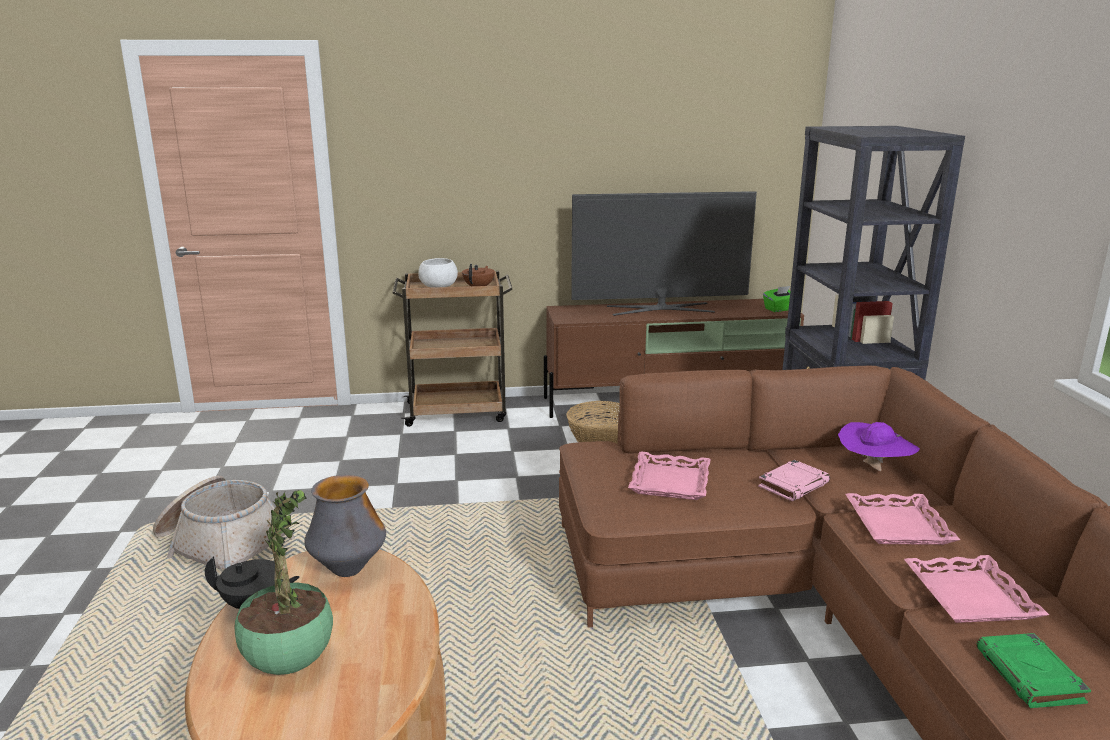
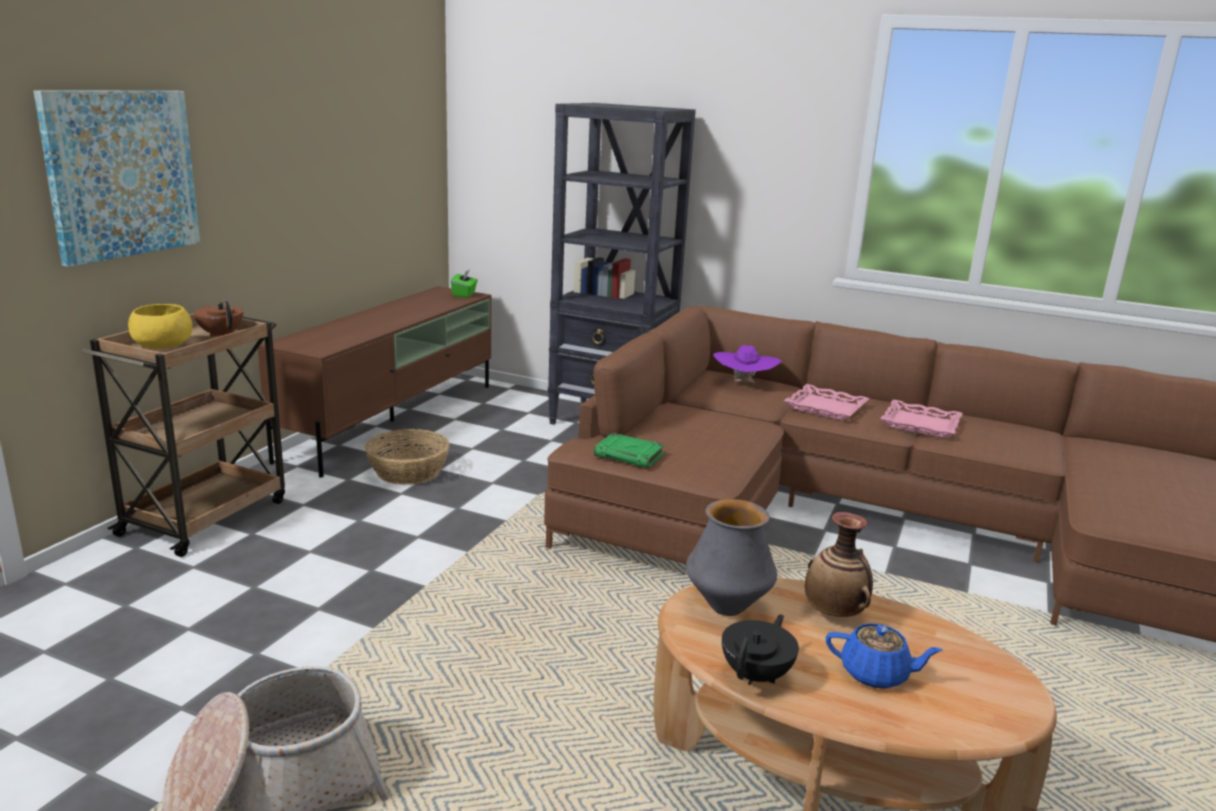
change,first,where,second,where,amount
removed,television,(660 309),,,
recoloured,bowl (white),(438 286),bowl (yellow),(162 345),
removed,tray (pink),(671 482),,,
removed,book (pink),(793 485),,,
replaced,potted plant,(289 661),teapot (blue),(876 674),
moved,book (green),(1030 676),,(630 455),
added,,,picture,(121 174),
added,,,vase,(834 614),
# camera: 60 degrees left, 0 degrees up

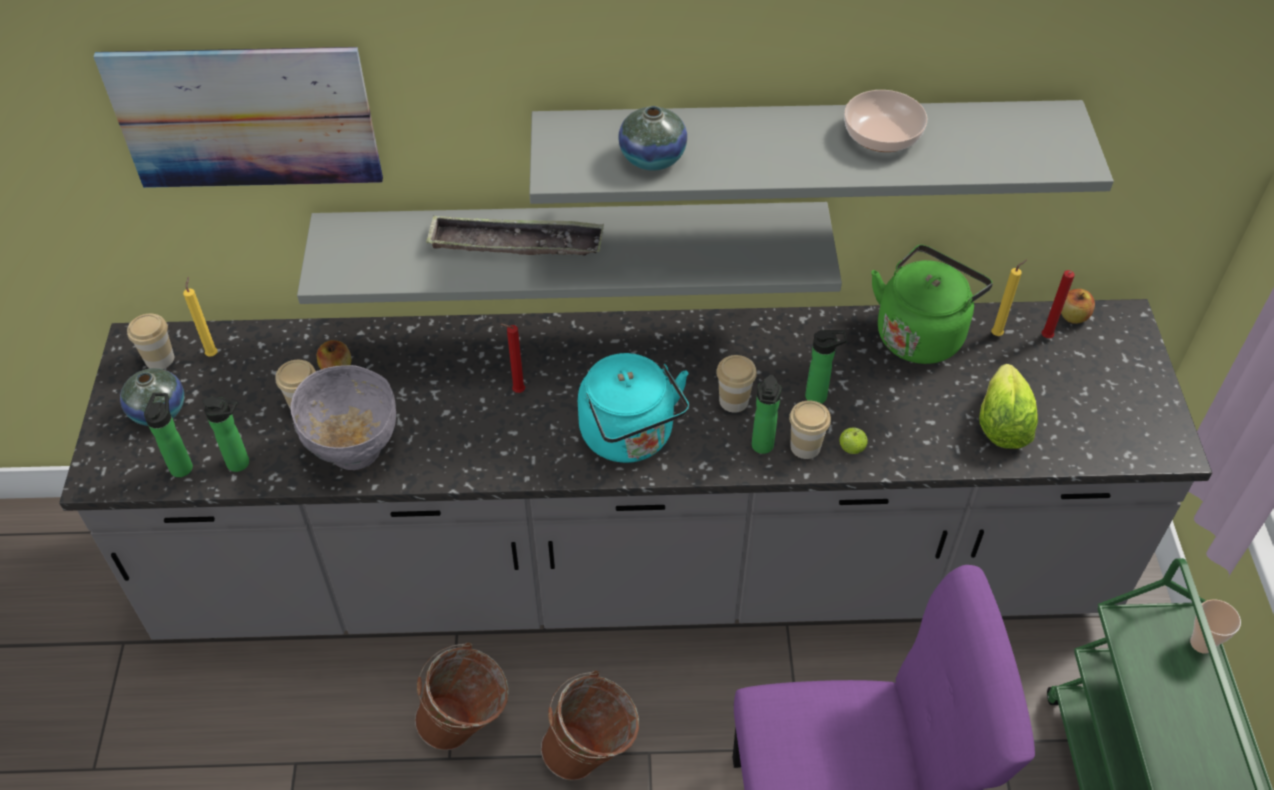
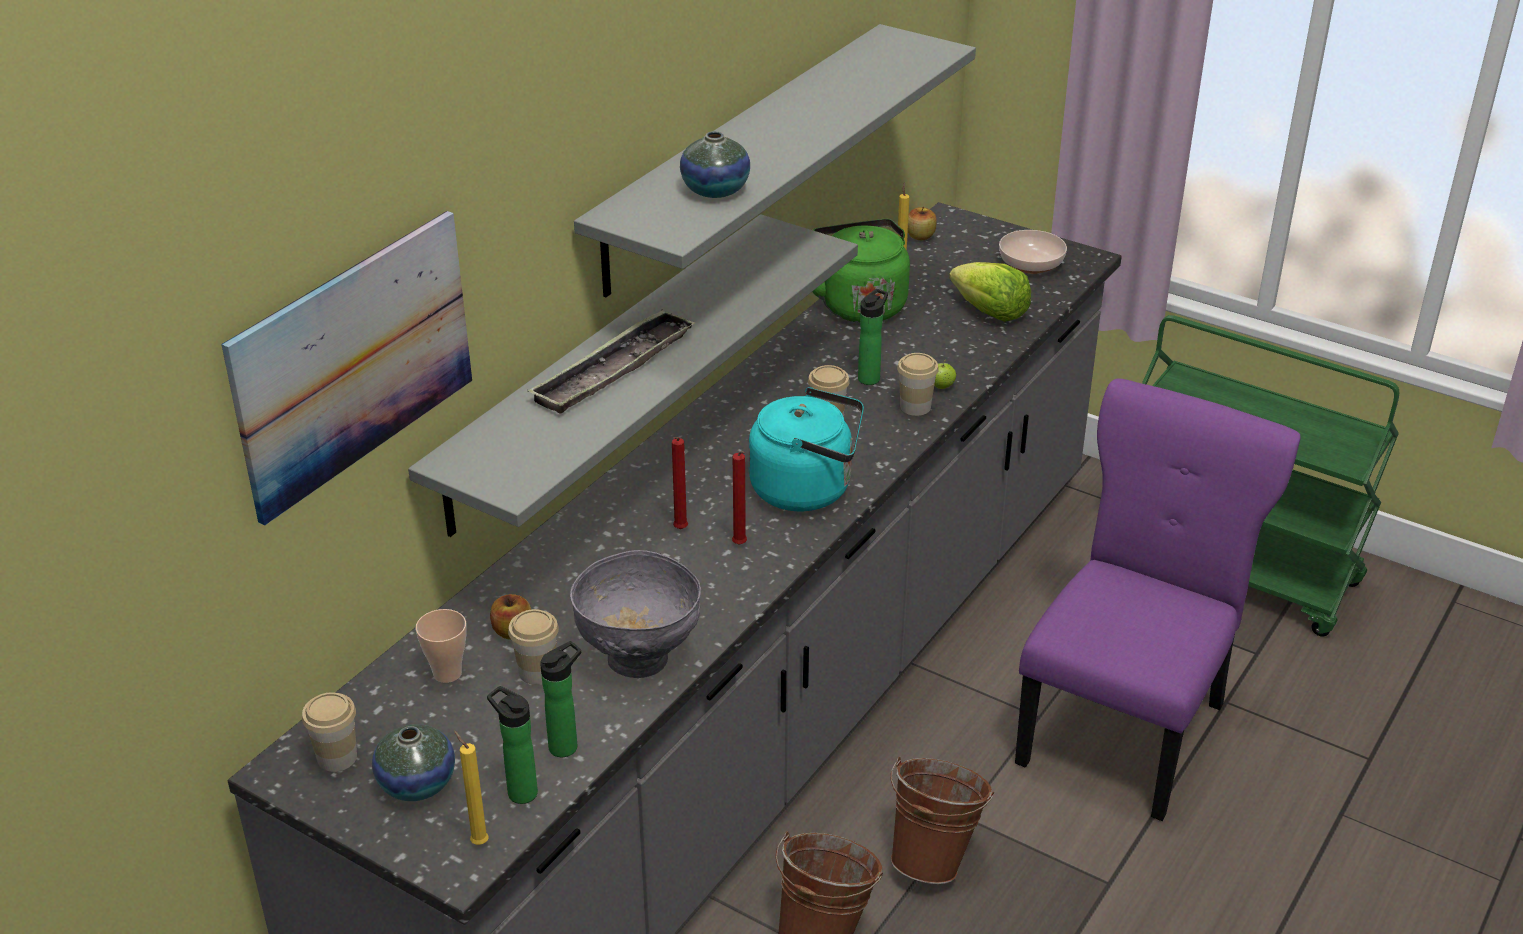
change,first,where,second,where,amount
moved,bowl,(883 136),,(1032 264),
moved,candle (red),(1045 338),,(740 546),
moved,candle (yellow),(213 353),,(478 841),
removed,bottle,(762 448),,,
moved,cup,(1201 643),,(447 673),
# camera: 55 degrees left, 15 degrees down

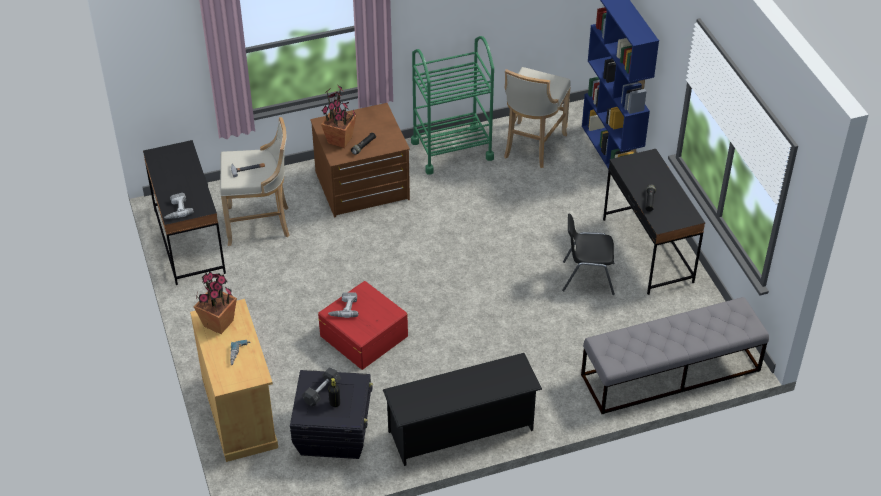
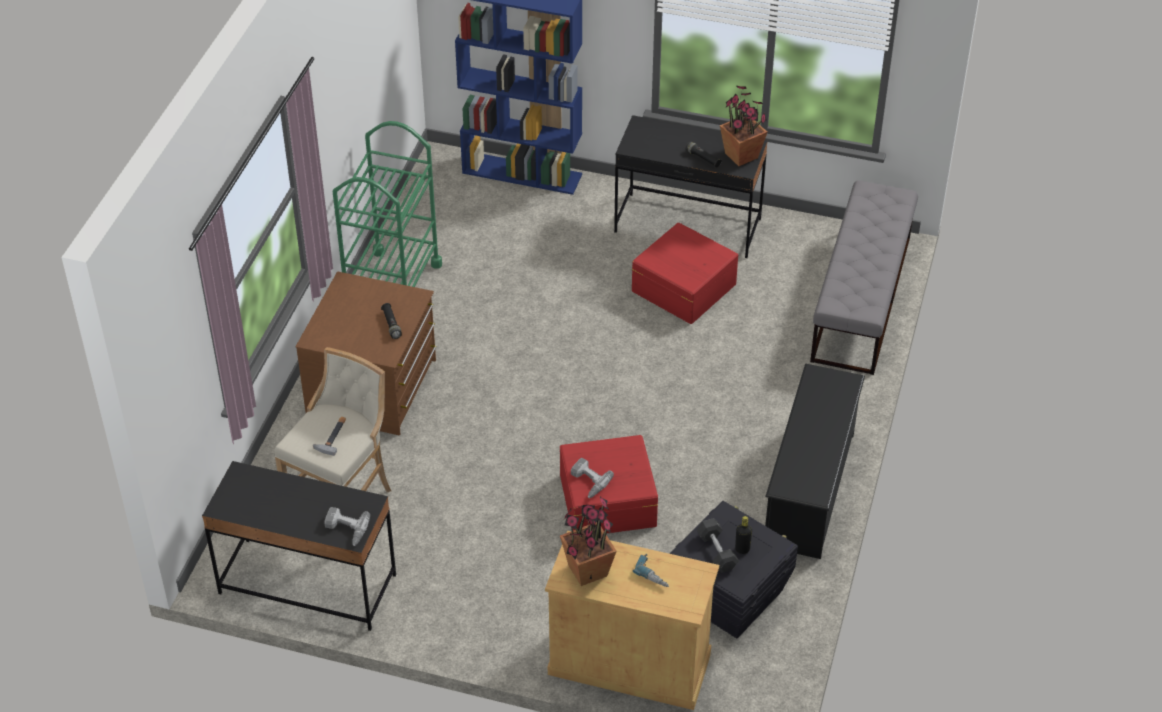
change,first,where,second,where,amount
removed,stool (beige),(532 147),,,
moved,potted plant,(340 140),,(742 156),
replaced,chair (black),(587 277),storage box (red),(683 287),
# camera: 55 degrees left, 0 degrees up

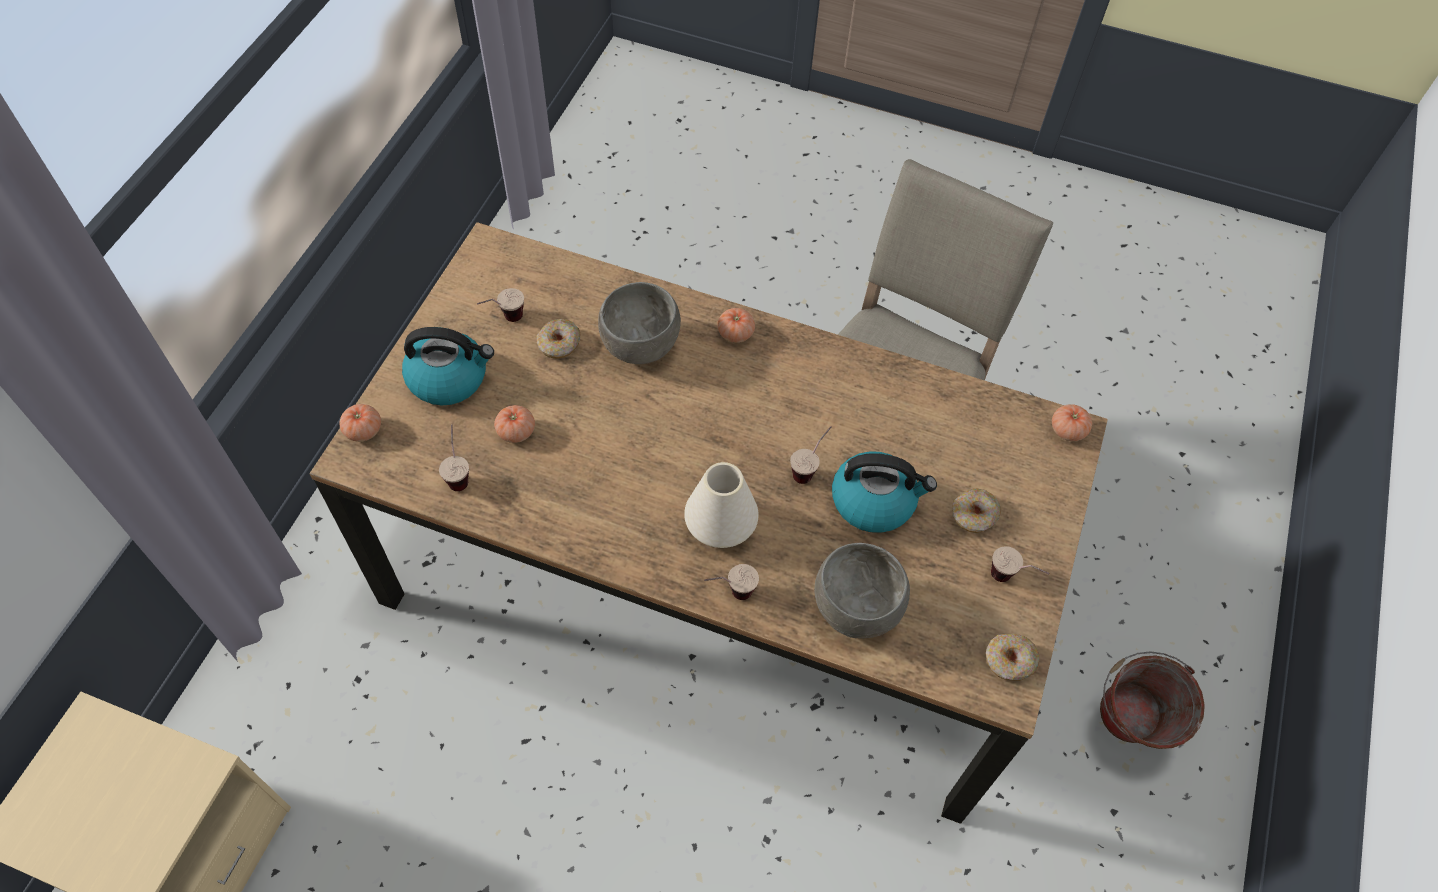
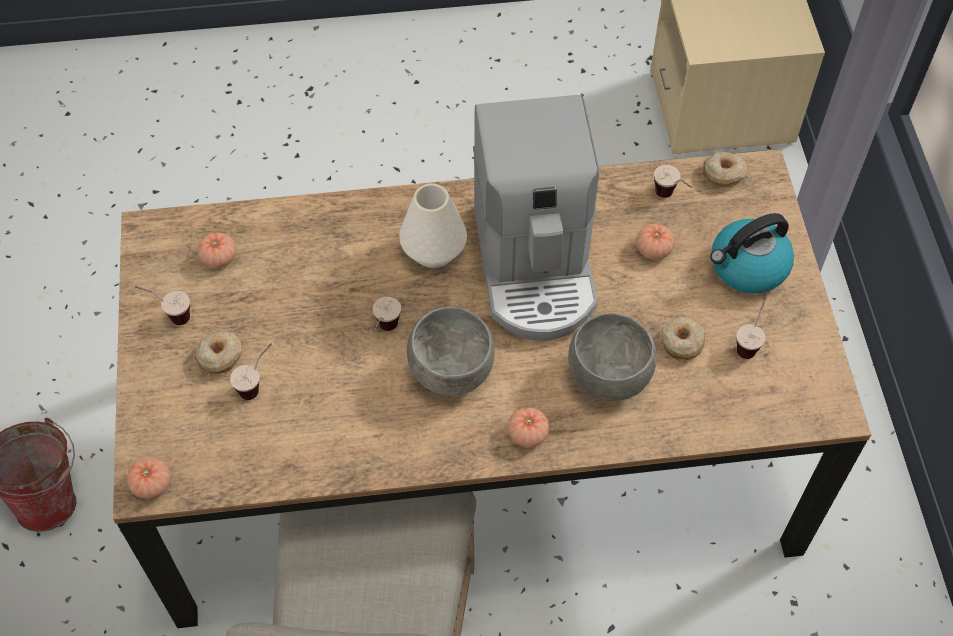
change,first,where,second,where,amount
moved,tomato,(363 430),,(219 258),
removed,kettle,(874 501),,,
moved,bowl (grey),(857 608),,(450 372),
moved,cup,(730 594),,(258 384),
moved,donut,(1009 661),,(723 174),
added,,,coffee machine,(535 265),
# camera: 155 degrees right, 0 degrees up

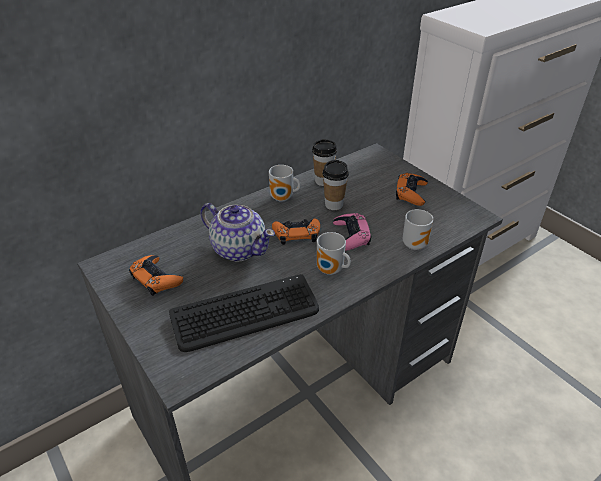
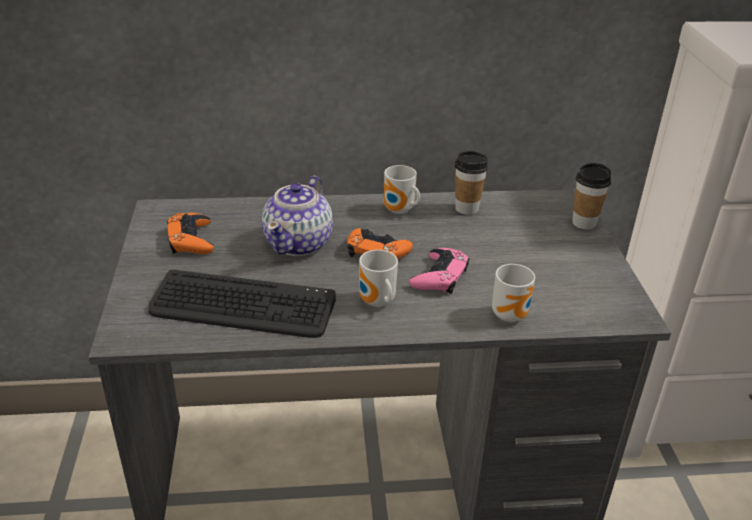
change,first,where,second,where,amount
moved,cup,(334 205),,(584 223),
removed,game controller (orange),(411 193),,,
turned,teapot,(238 249),,(299 243),45 degrees clockwise
# camera: 30 degrees right, 5 degrees down

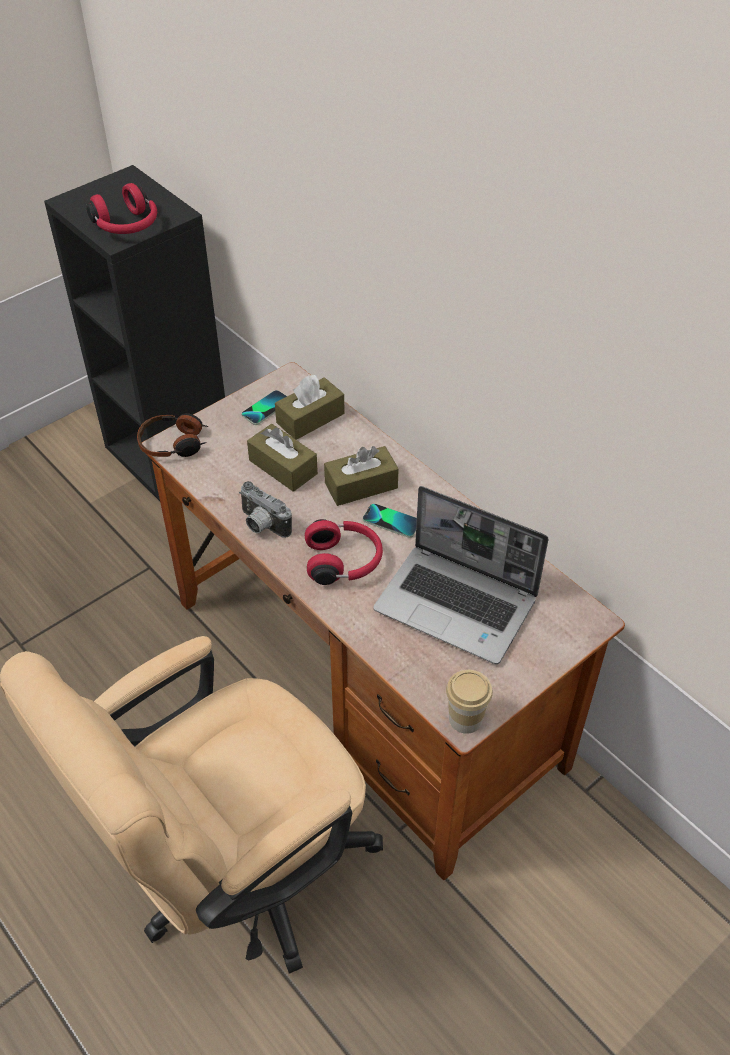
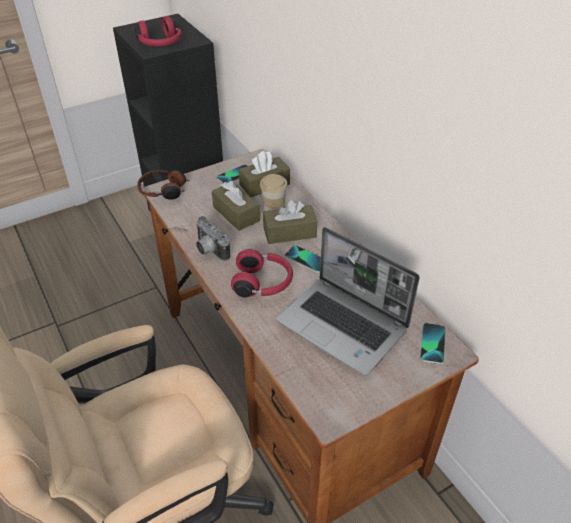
change,first,where,second,where,amount
moved,cup,(465 719),,(274 209),
added,,,phone,(432 344),
# camera: 10 degrees right, 5 degrees down

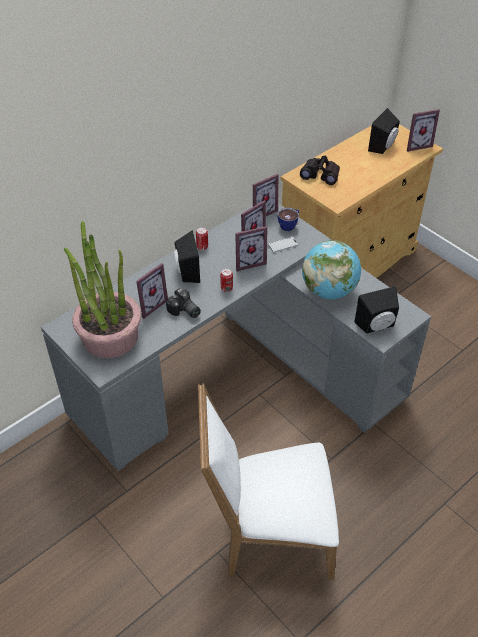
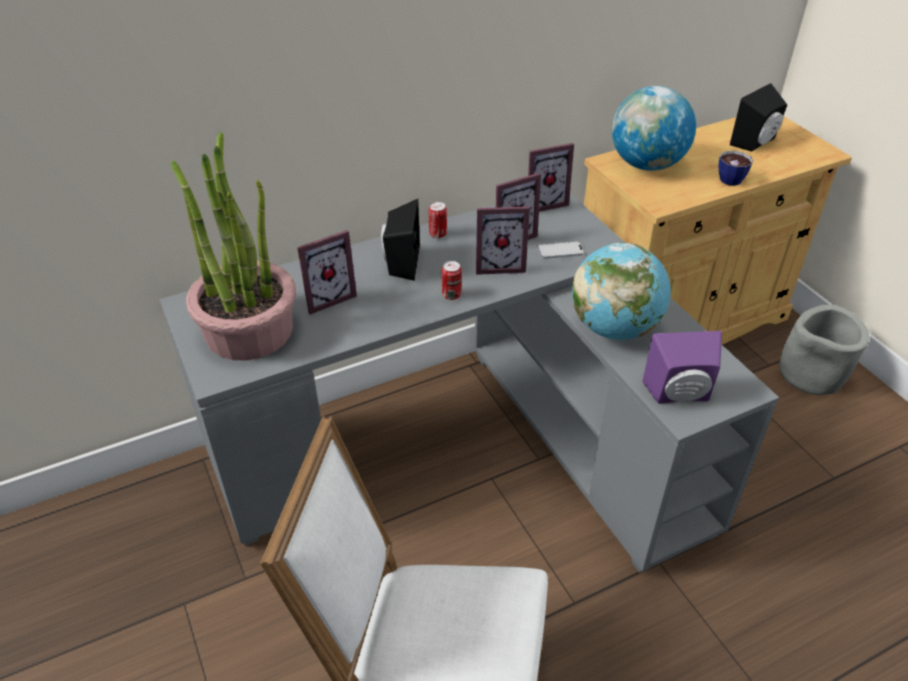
change,first,where,second,where,amount
removed,picture frame,(416 144),,,
replaced,binoculars (black),(320 175),globe,(646 164),
moved,cup,(289 225),,(734 178),
recoloured,speaker (black),(377 326),speaker (purple),(680 395),
removed,photo camera,(184 311),,,
added,,,planter (grey),(810 376),
# camera: 15 degrees right, 5 degrees down

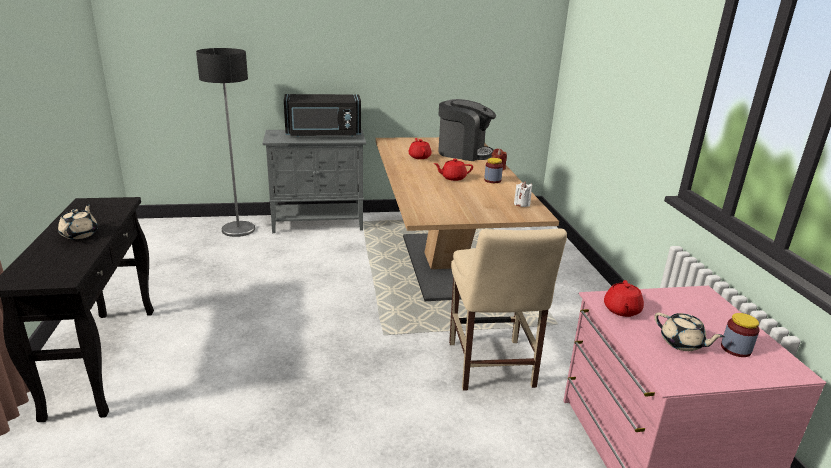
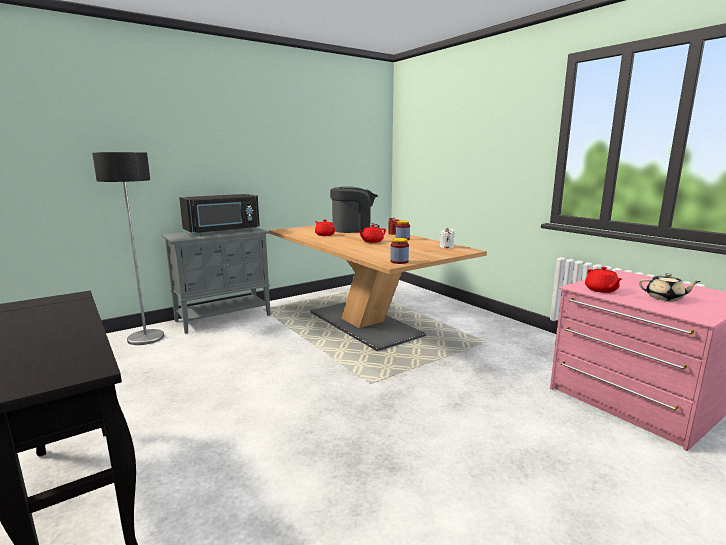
change,first,where,second,where,amount
removed,teapot (beige),(80 234),,,
removed,chair (beige),(491 367),,,
moved,jar,(735 349),,(399 261),
# camera: 25 degrees left, 10 degrees down

